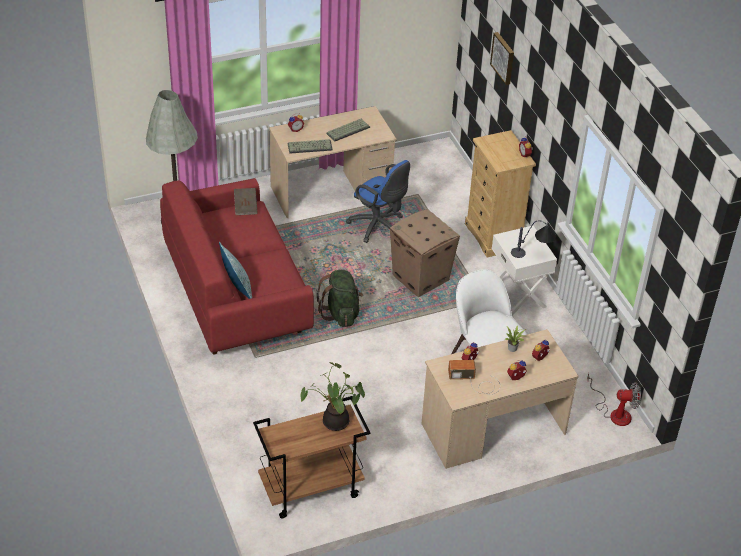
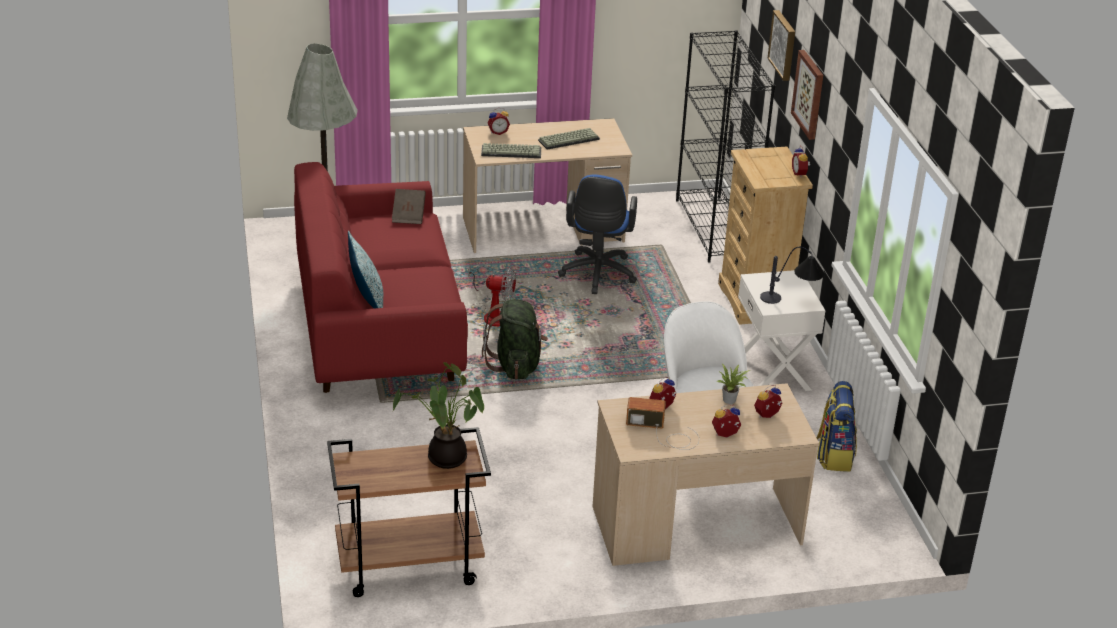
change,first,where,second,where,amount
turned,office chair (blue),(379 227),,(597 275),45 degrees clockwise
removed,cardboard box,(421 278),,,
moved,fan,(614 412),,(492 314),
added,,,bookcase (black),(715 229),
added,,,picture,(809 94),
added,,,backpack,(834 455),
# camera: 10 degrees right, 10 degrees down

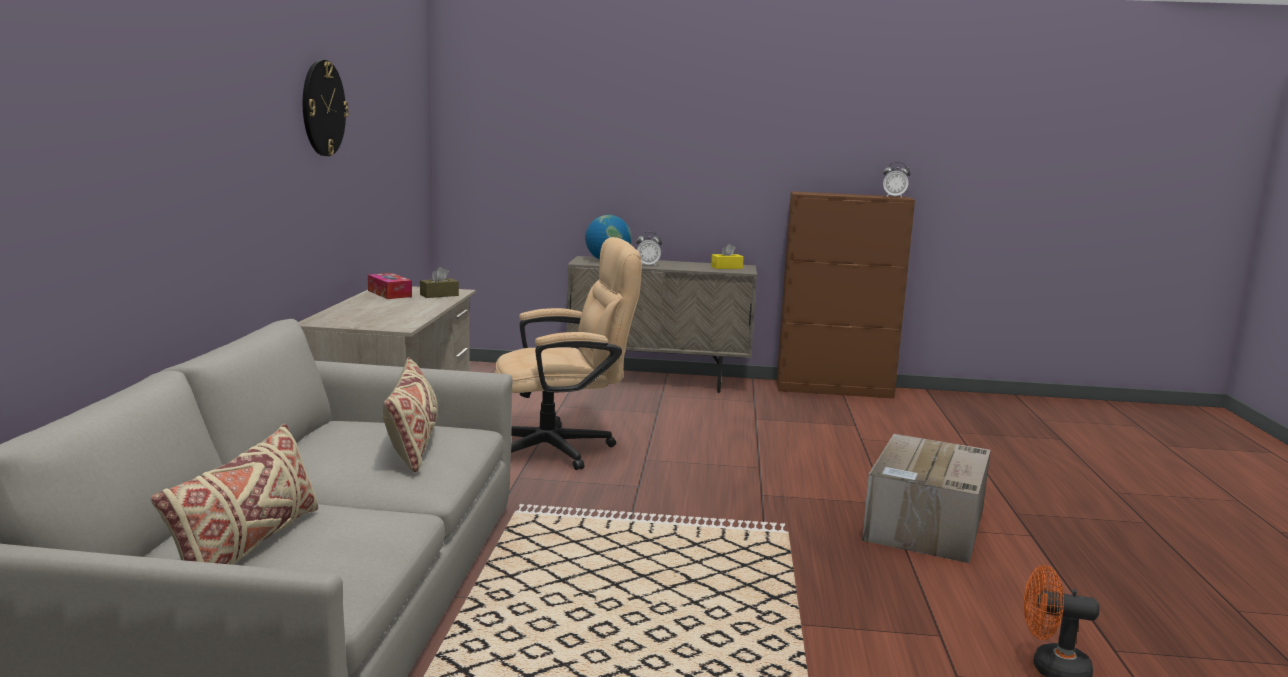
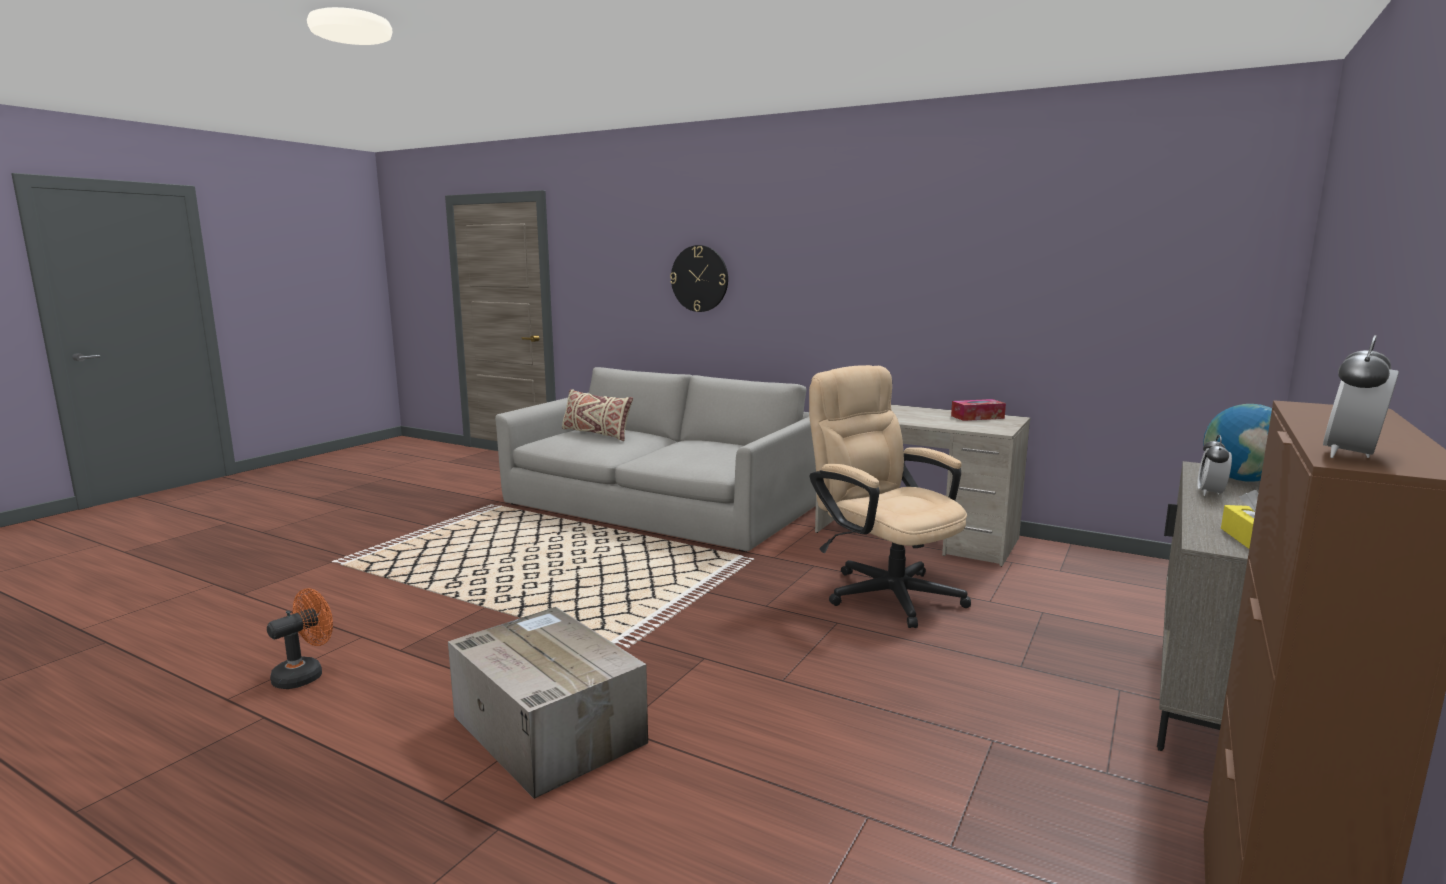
change,first,where,second,where,amount
moved,wall clock,(323 108),,(699 278),
turned,office chair (beige),(562 449),,(883 591),135 degrees clockwise
removed,tissue box (brown),(439 295),,,
removed,pillow (beige),(412 446),,,
# camera: 115 degrees right, 0 degrees up

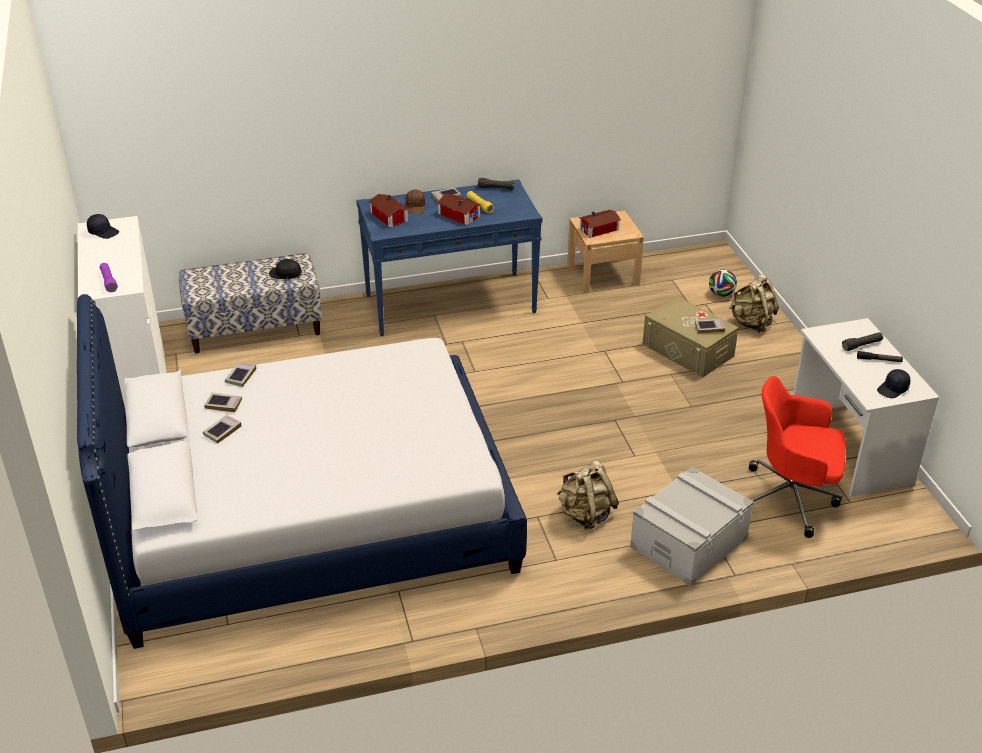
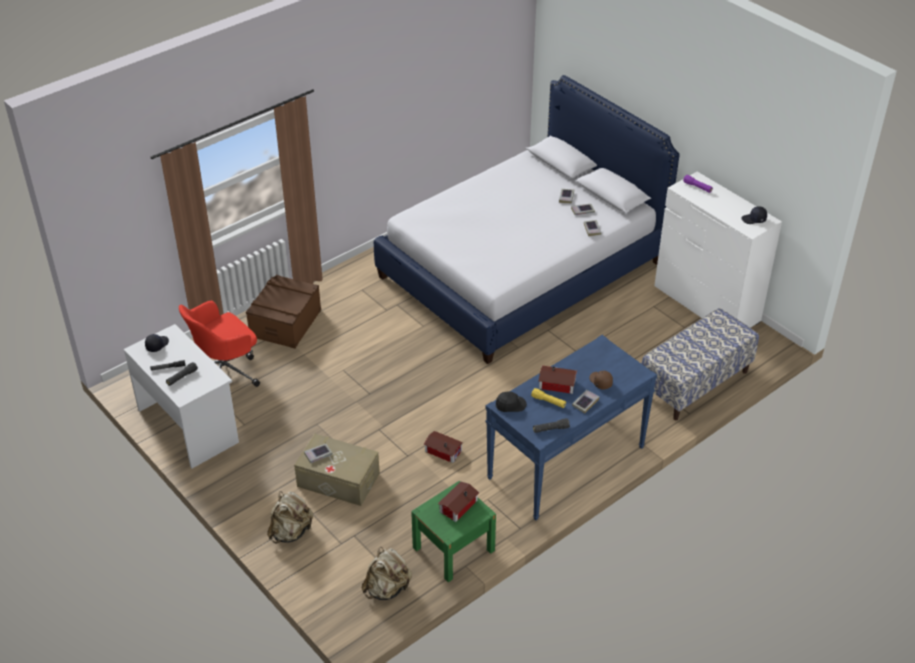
change,first,where,second,where,amount
moved,toy house,(388 217),,(443 450),
recoloured,nightstand (beige),(603 275),nightstand (green),(453 549),
moved,cap (black),(285 273),,(510 404),
removed,football,(721 294),,,
turned,office chair (red),(791 498),,(225 372),150 degrees clockwise
moved,backpack (beige),(585 514),,(387 589),
recoloured,storage box (grey),(688 542),storage box (brown),(285 323),
# camera: 155 degrees right, 5 degrees up

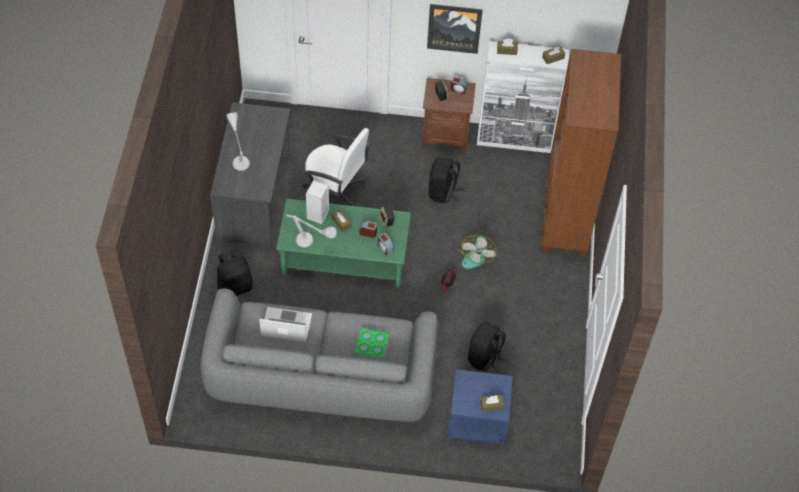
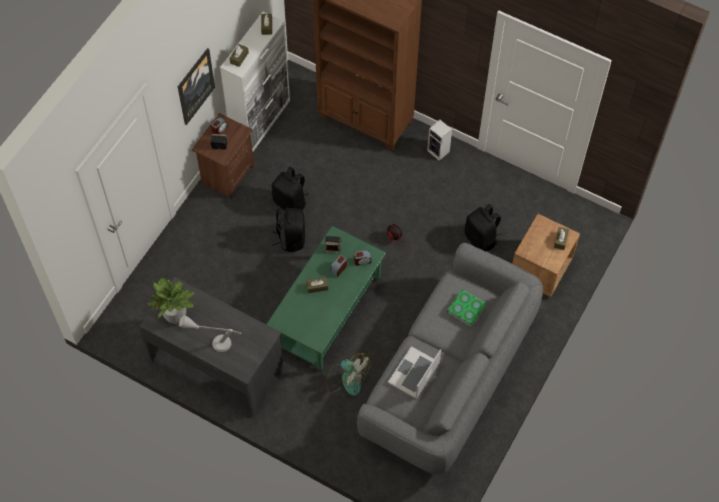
change,first,where,second,where,amount
removed,office chair (white),(335 193),,,
moved,speaker,(318 215),,(439 151),
removed,table lamp (grey),(312 244),,,
moved,fan,(474 255),,(346 379),
moved,backpack (black),(235 286),,(291 238),
recoloured,nightstand (blue),(477 421),nightstand (brown),(540 269),
added,,,potted plant,(175 317),
# camera: 65 degrees left, 5 degrees up

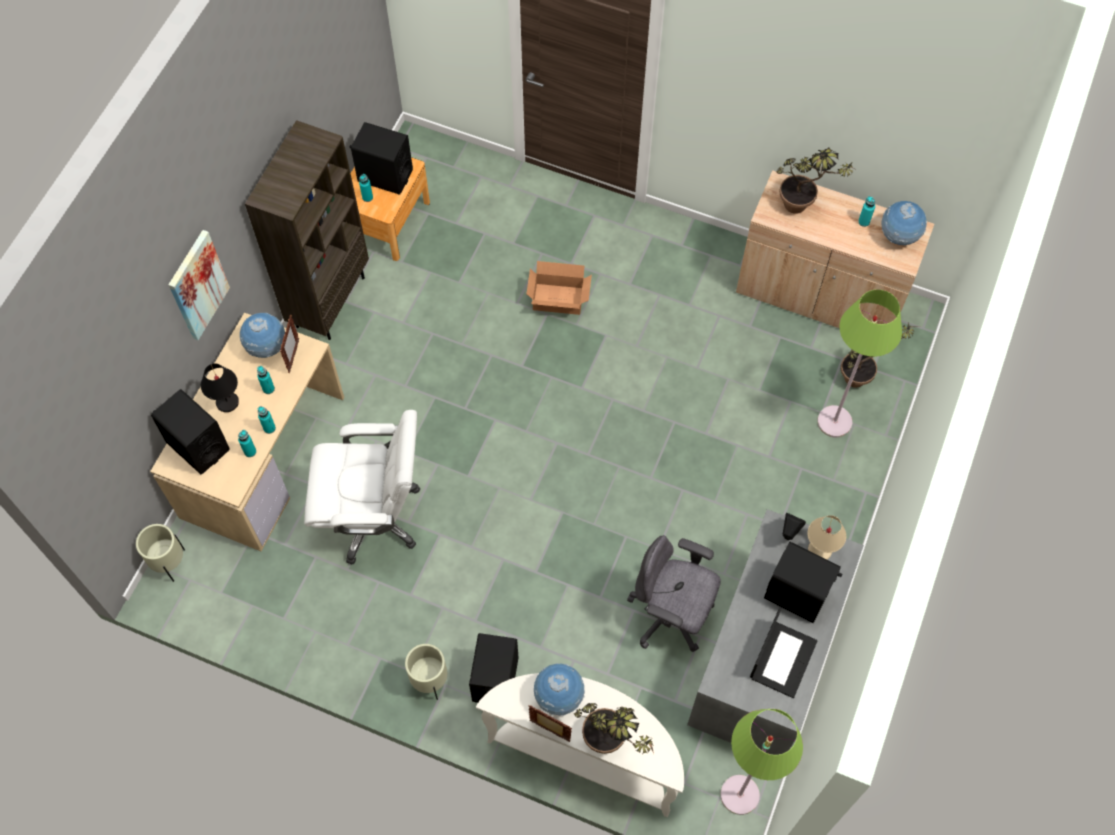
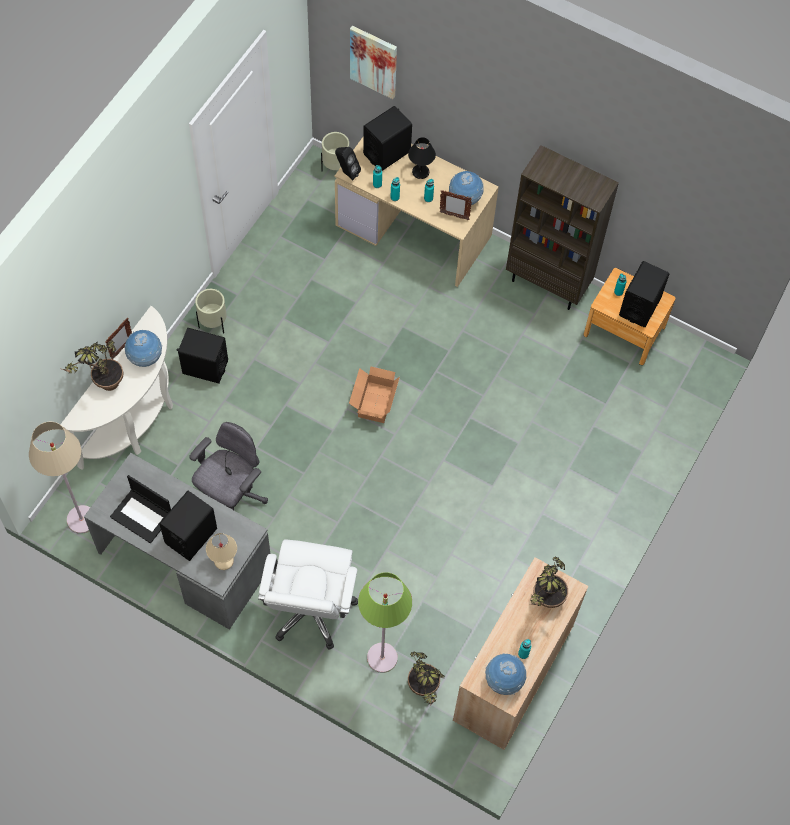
change,first,where,second,where,amount
moved,picture,(197 285),,(374 61),
moved,cardboard box,(559 301),,(373 403),
moved,office chair (white),(373 516),,(311 609),
moved,speaker (black),(787 536),,(347 172),
recoloured,floor lamp (green),(739 795),floor lamp (beige),(81 519),
# camera: 95 degrees right, 0 degrees up

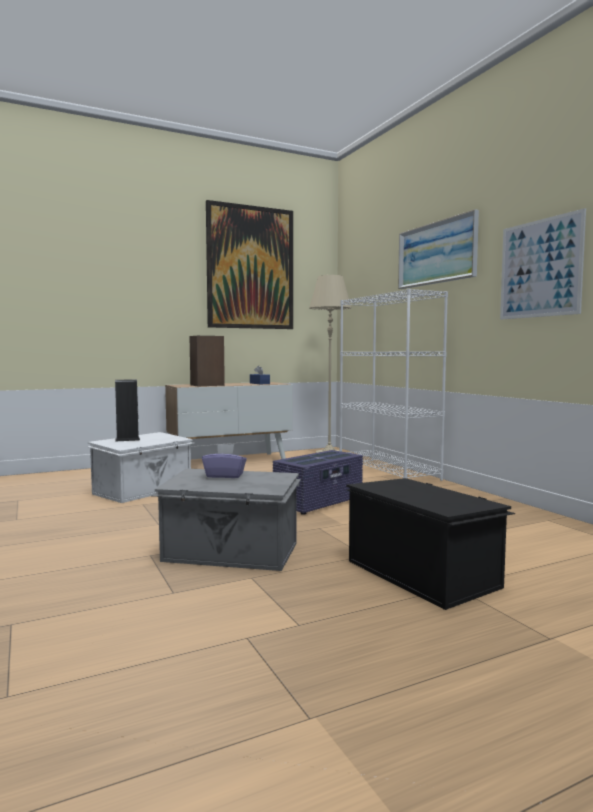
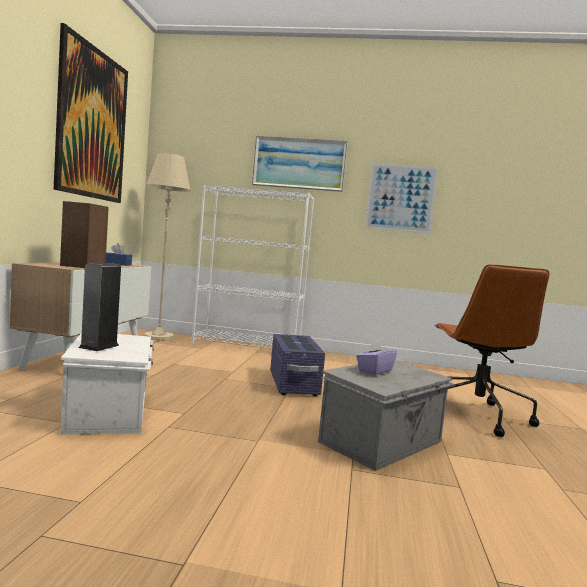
change,first,where,second,where,amount
replaced,storage box (black),(422 573),office chair (brown),(476 415),
# camera: 55 degrees left, 0 degrees up

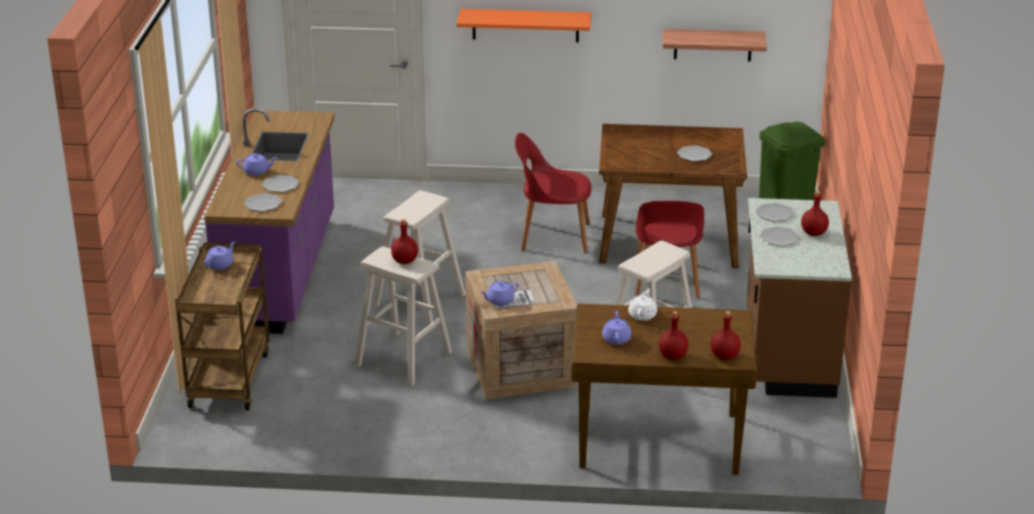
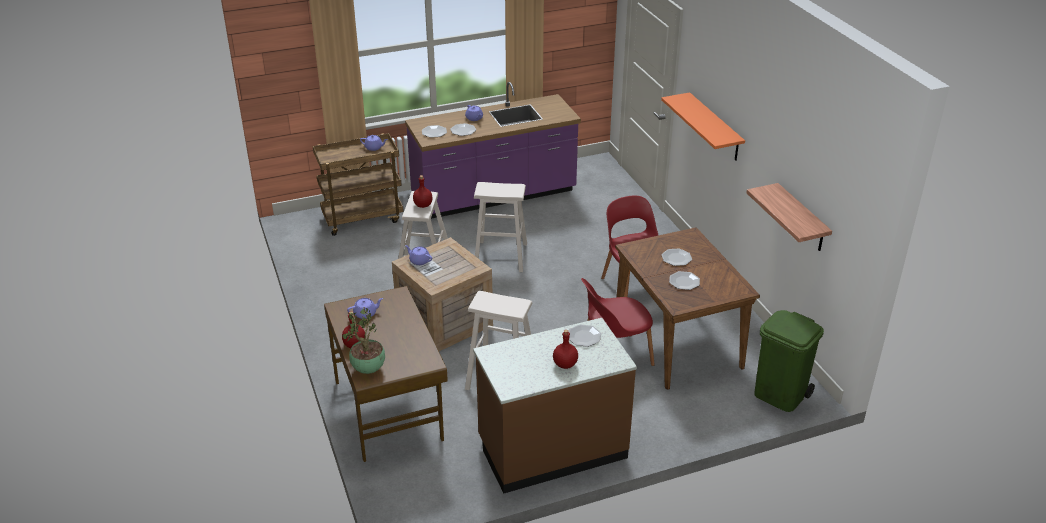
change,first,where,second,where,amount
moved,plate,(779 238),,(676 258),
removed,teapot (white),(642 315),,,
replaced,bottle (red),(725 356),potted plant,(368 370),
# camera: 65 degrees right, 5 degrees up

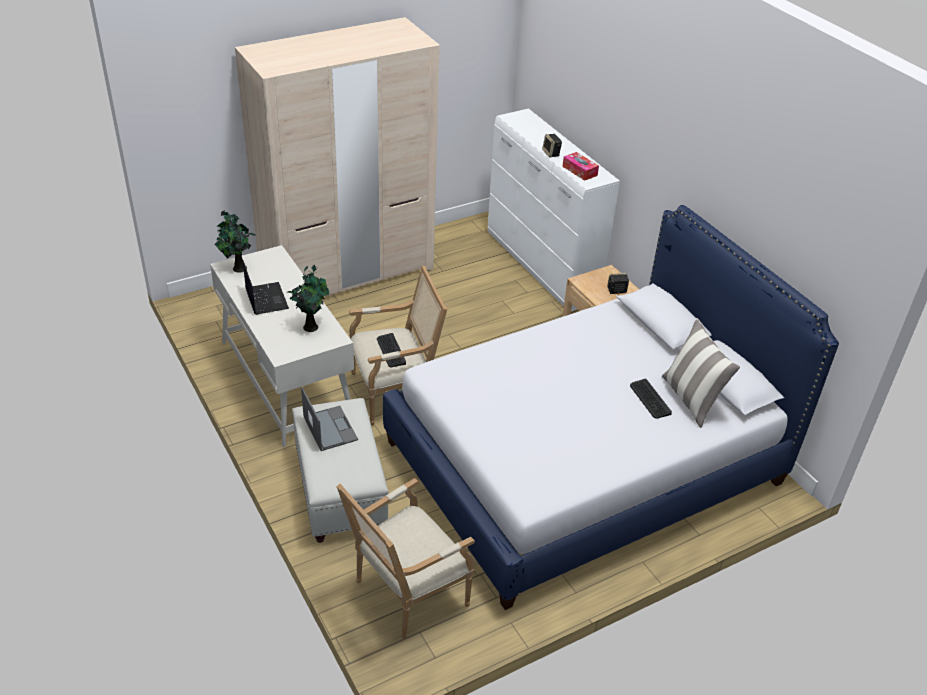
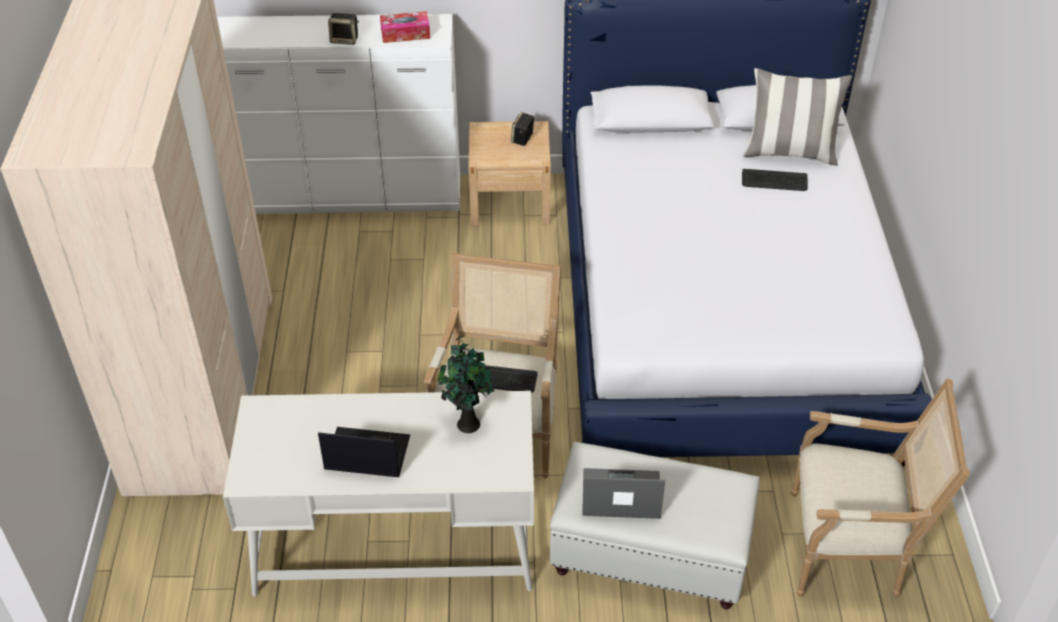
change,first,where,second,where,amount
removed,potted plant,(238 268),,,
turned,armchair,(405 594),,(851 548),75 degrees counterclockwise
# camera: 60 degrees left, 5 degrees up

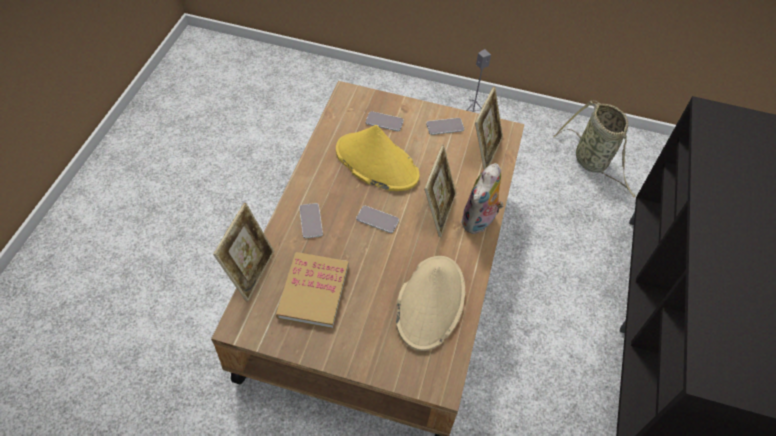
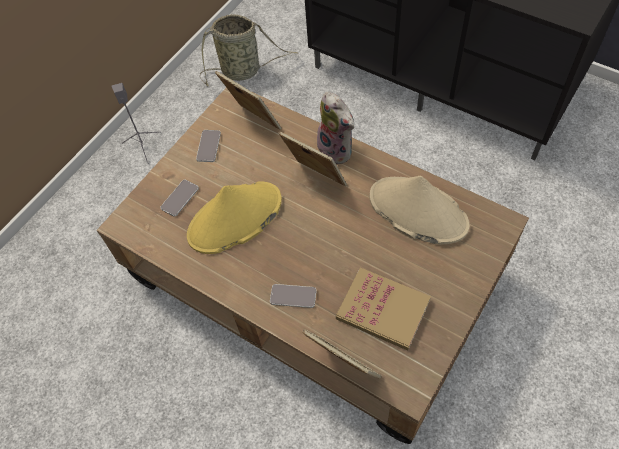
change,first,where,second,where,amount
removed,phone,(377 220),,,
# camera: 65 degrees left, 5 degrees up

